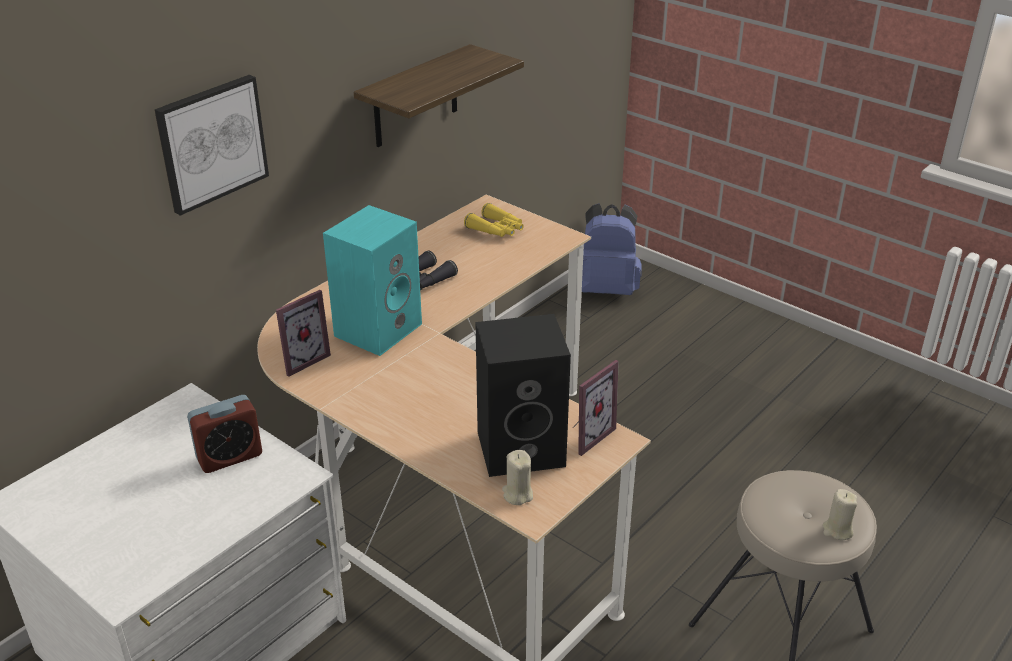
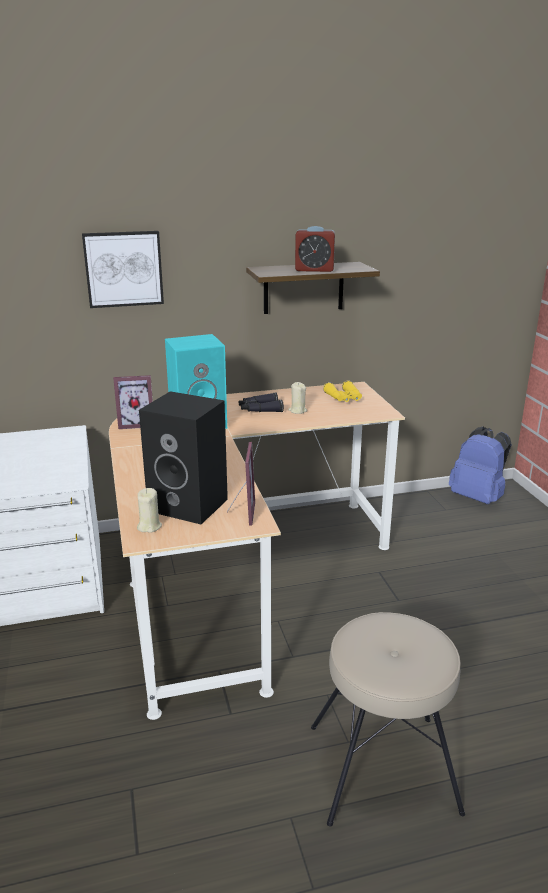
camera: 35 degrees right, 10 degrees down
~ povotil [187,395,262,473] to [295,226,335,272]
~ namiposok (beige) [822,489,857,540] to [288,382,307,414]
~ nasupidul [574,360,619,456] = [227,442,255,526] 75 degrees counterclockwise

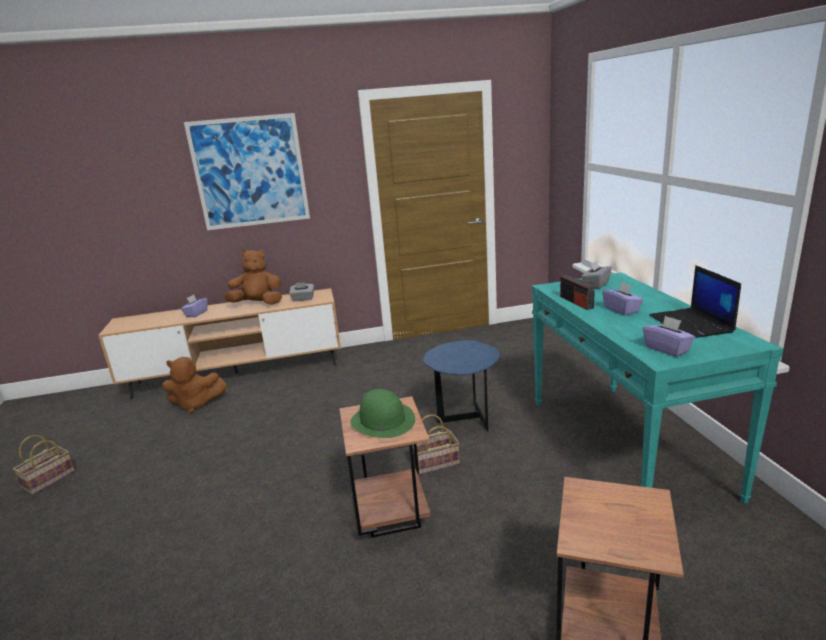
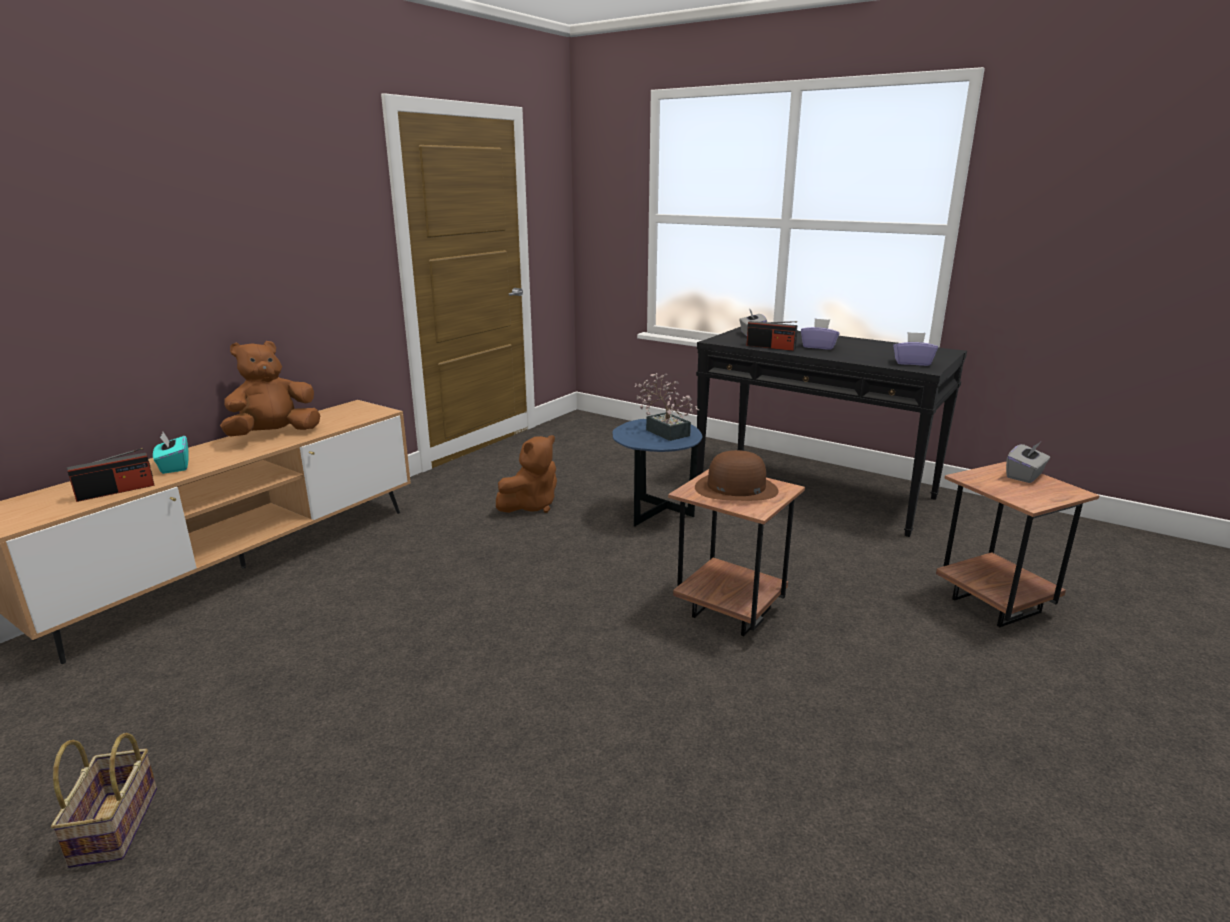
camera: 45 degrees left, 0 degrees up
- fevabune [184,113,310,230]
- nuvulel [413,414,460,475]
- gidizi [649,265,741,338]
+ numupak [67,448,155,502]
+ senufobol [634,373,699,441]
~ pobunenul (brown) [162,357,227,413] to [496,435,557,513]
~ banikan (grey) [289,282,314,301] to [1006,442,1050,483]
~ banikan (purple) [181,295,208,317] to banikan (turquoise) [153,432,189,474]
~ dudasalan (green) [350,389,415,438] to dudasalan (brown) [695,450,779,501]
~ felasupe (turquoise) [532,272,784,504] to felasupe (black) [696,327,967,537]

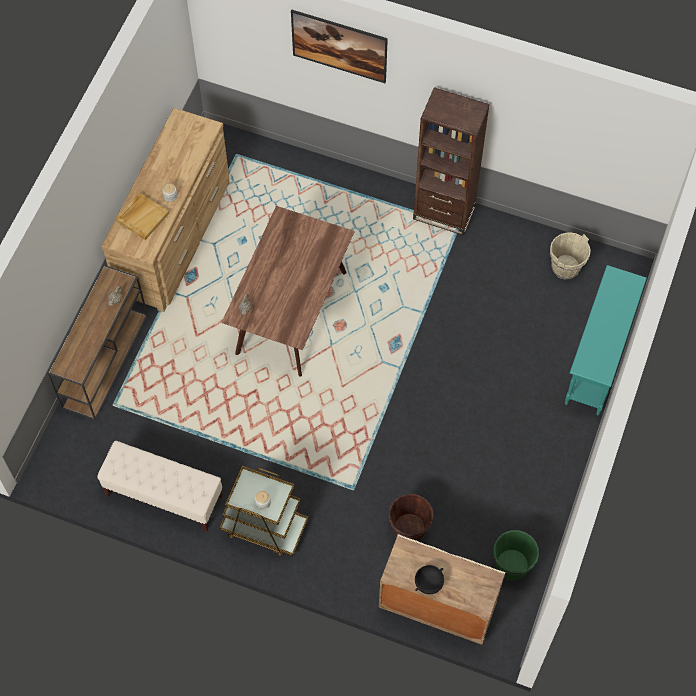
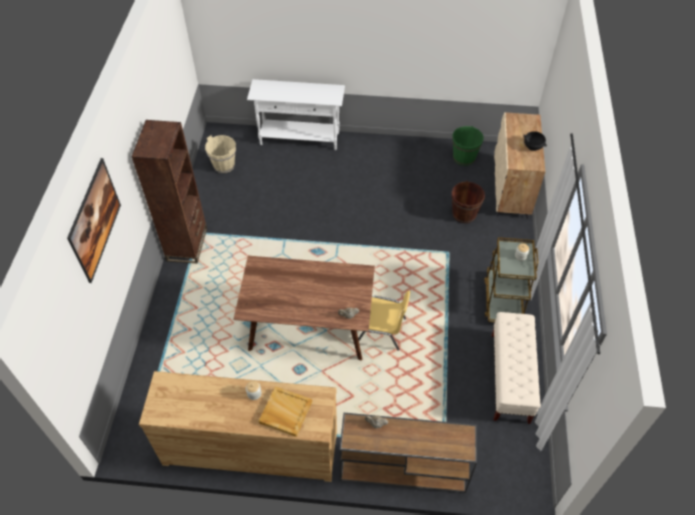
camera: 105 degrees left, 10 degrees down
+ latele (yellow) [358,291,411,351]
~ felasupe (turquoise) [565,265,647,415] to felasupe (white) [247,79,345,150]

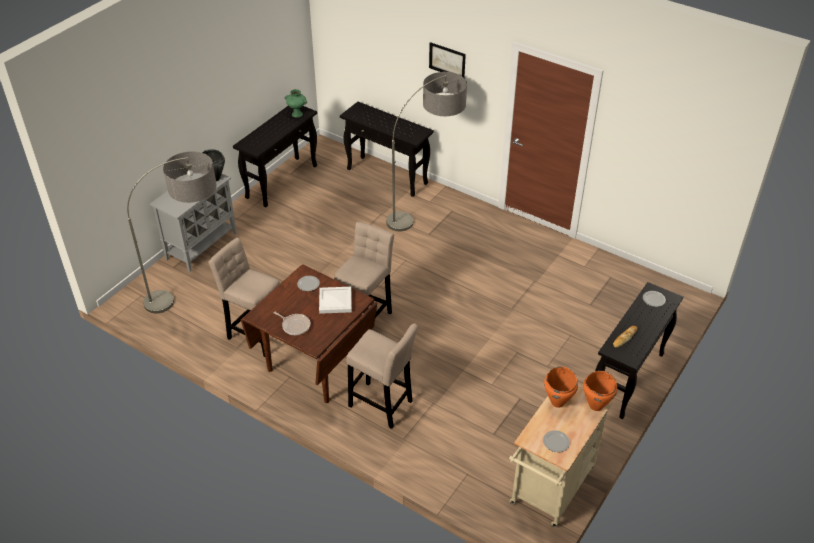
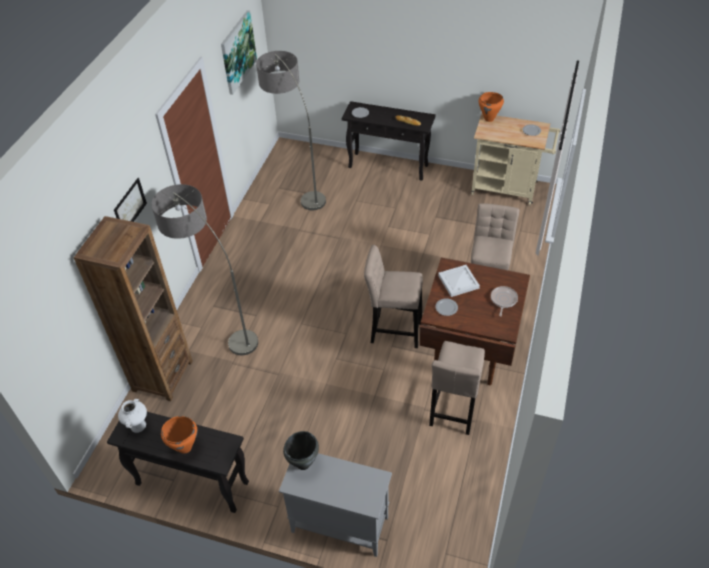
camera: 105 degrees left, 5 degrees up
+ fevabune [221,10,257,95]
~ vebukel [127,151,217,313] to [256,51,326,210]
~ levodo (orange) [544,367,578,408] to [161,416,197,454]
~ felasupe (black) [340,102,434,197] to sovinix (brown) [74,216,193,401]
~ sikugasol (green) [285,89,307,118] to sikugasol (white) [118,399,147,433]

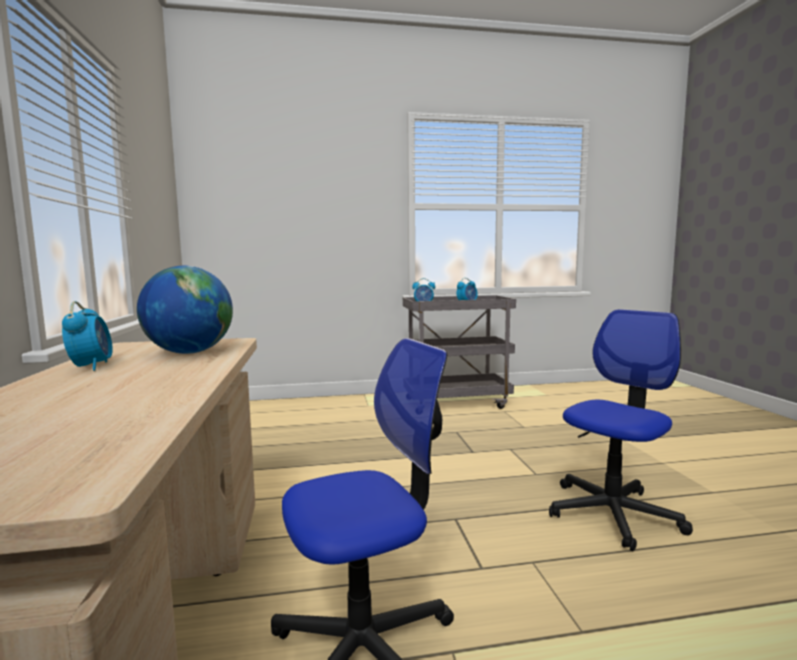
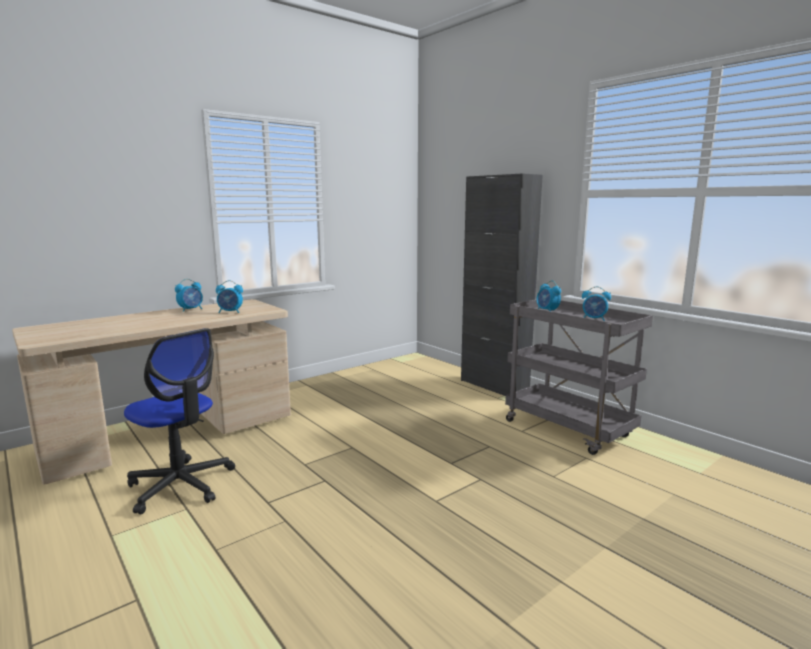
camera: 60 degrees right, 5 degrees up
- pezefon [549,309,693,551]
+ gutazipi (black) [461,173,543,396]
~ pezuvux [137,265,233,354] to povotil [216,280,243,313]

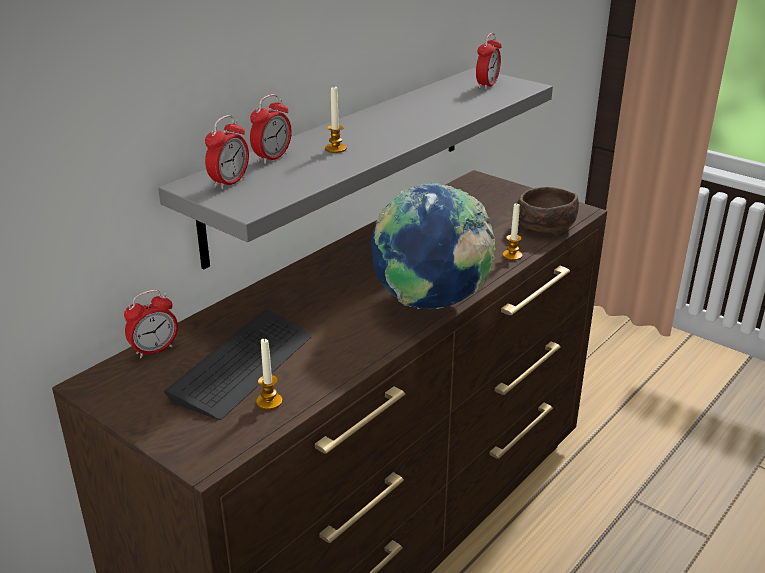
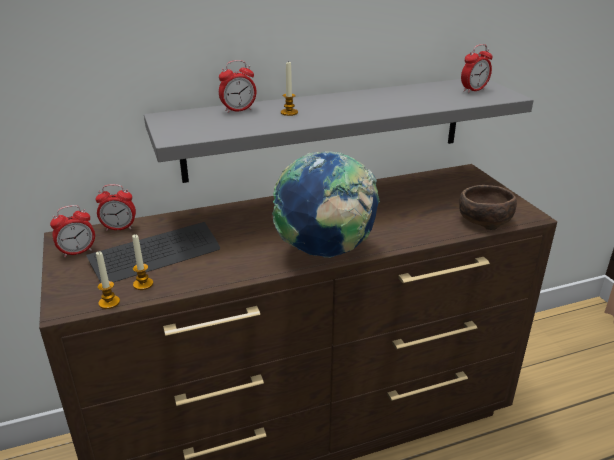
camera: 30 degrees right, 0 degrees up
~ povotil [205,115,249,190] to [50,205,95,257]
~ namiposok [503,203,522,261] to [96,251,120,309]

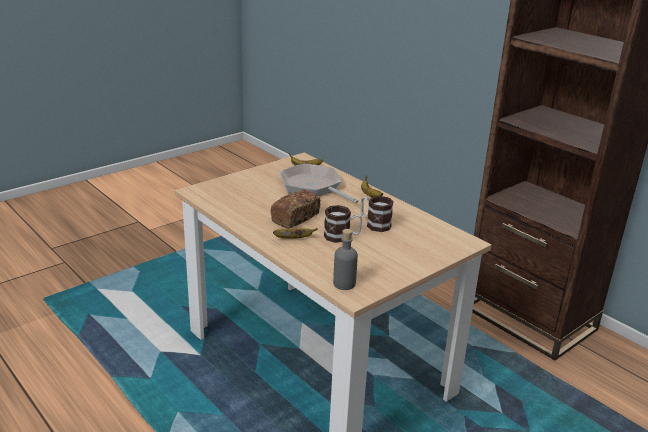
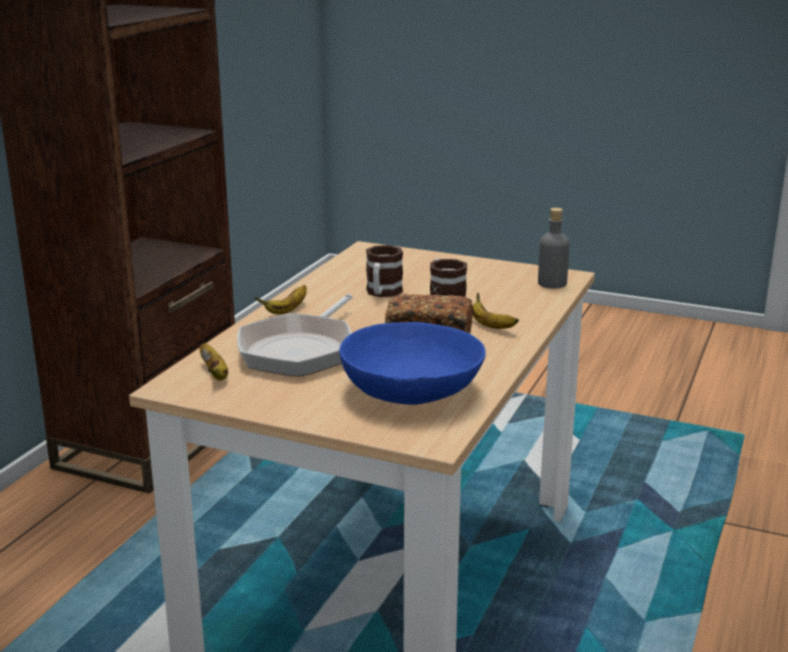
camera: 115 degrees left, 5 degrees down
+ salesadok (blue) [339,322,486,405]

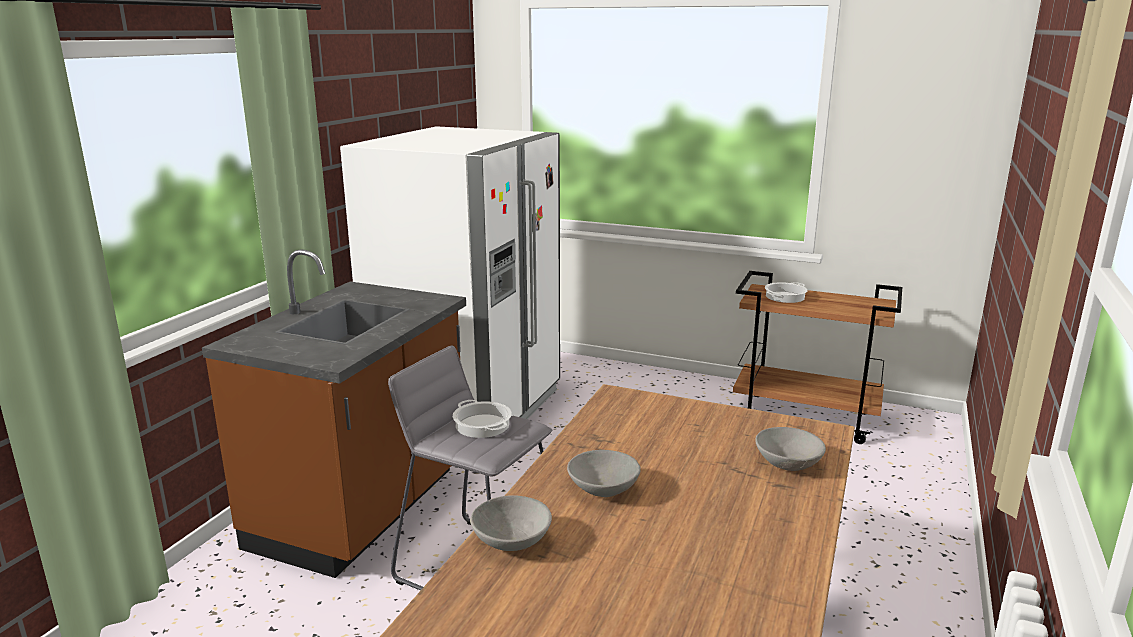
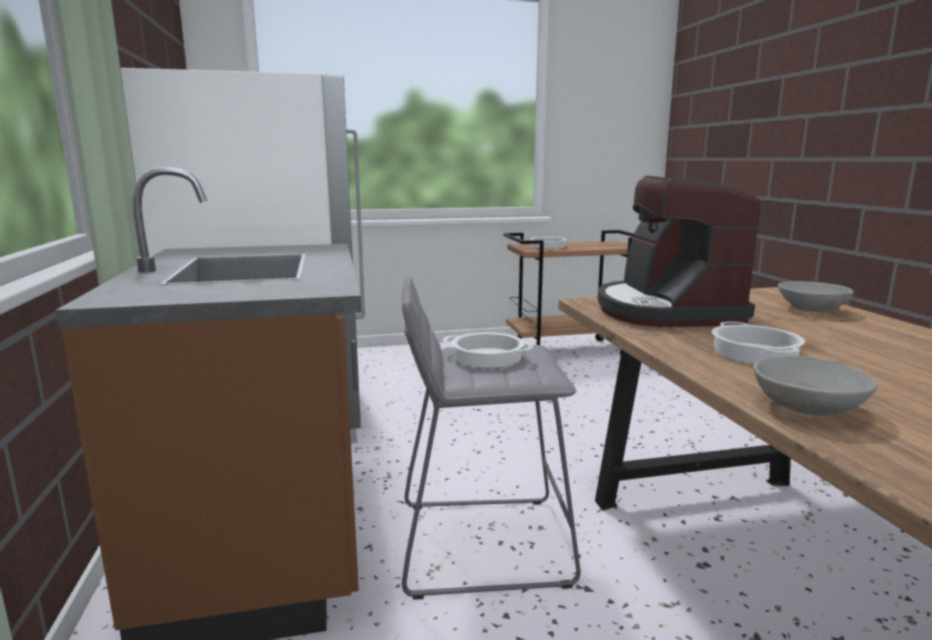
camera: 35 degrees left, 5 degrees down
+ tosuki [598,176,761,327]
~ salesadok (grey) [567,450,641,497] to levodo [712,322,805,364]

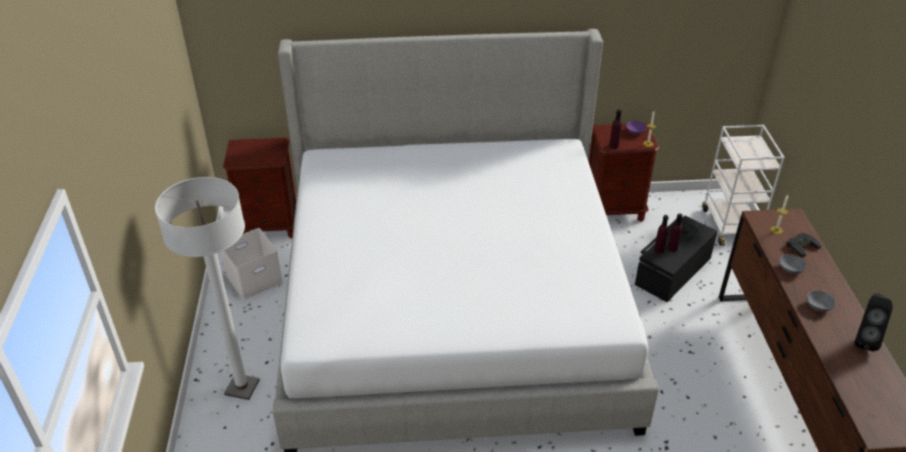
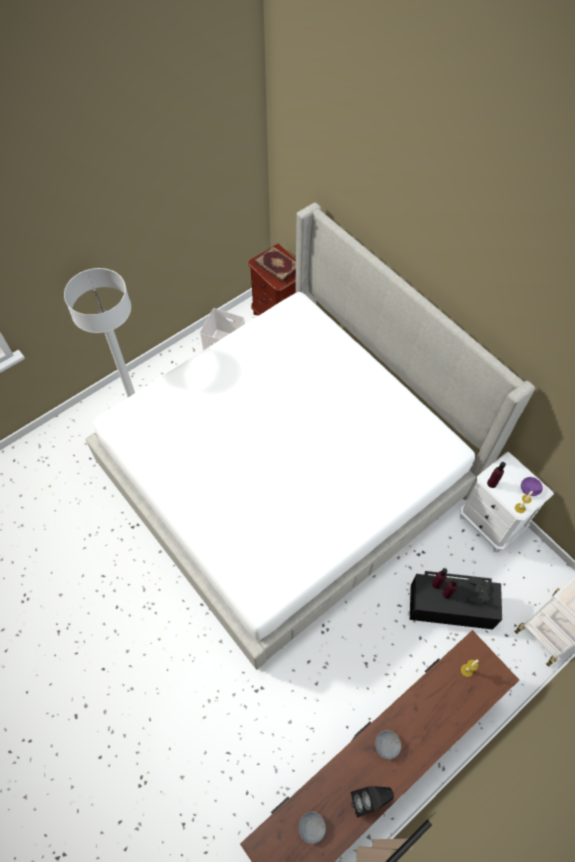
camera: 55 degrees right, 20 degrees up
- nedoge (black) [787,233,821,257]
+ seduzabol [255,246,296,283]
~ salesadok (grey) [779,254,806,274] to [299,811,326,844]
~ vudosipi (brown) [589,123,660,222] to vudosipi (white) [460,452,554,552]

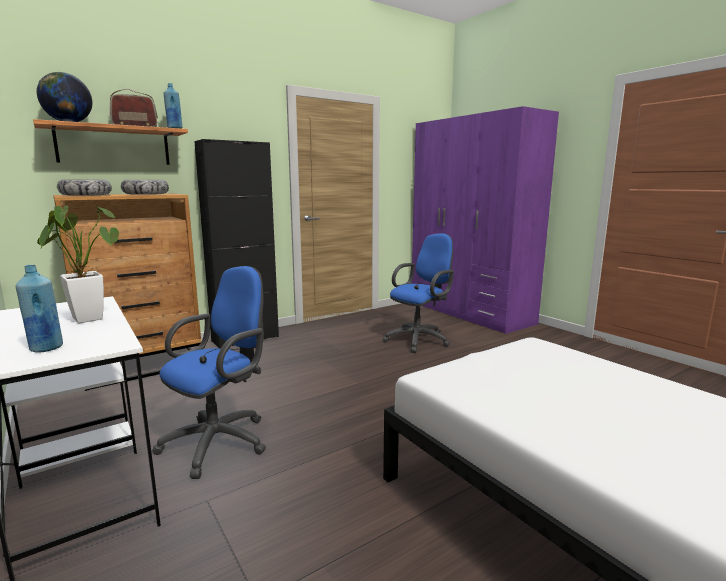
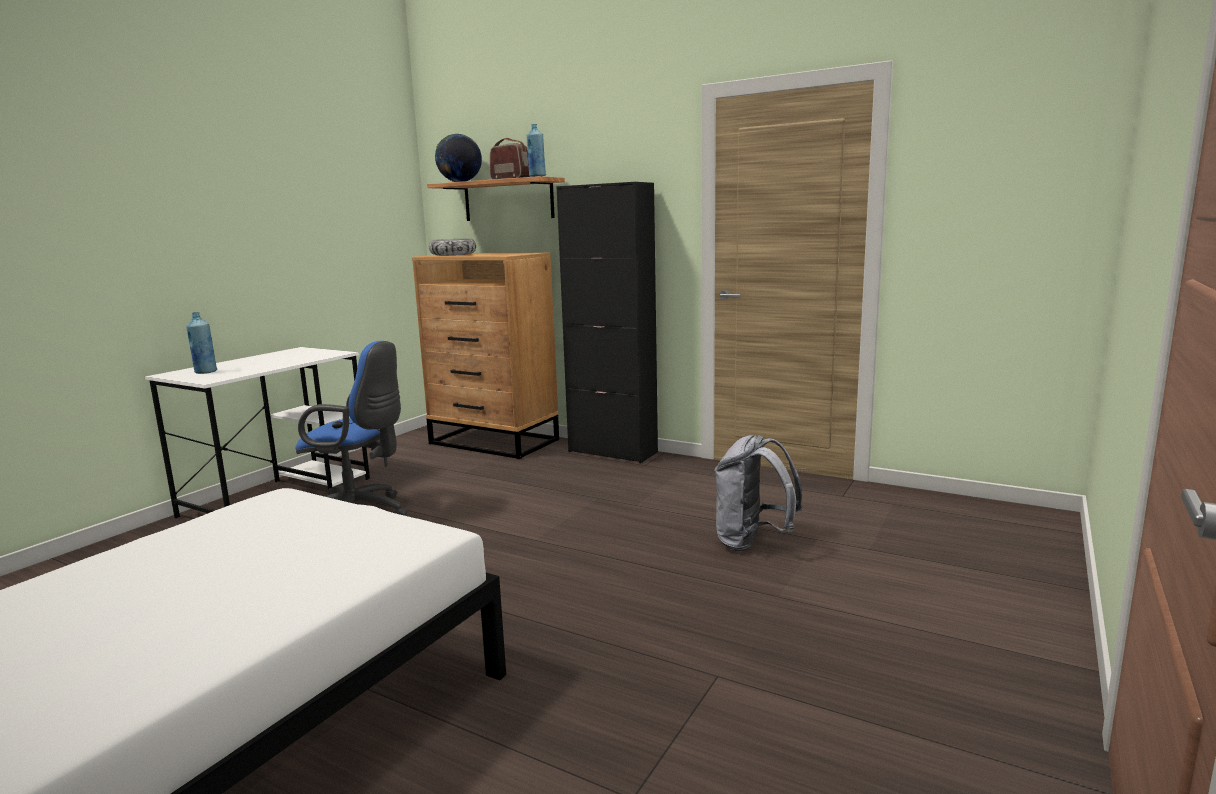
camera: 65 degrees right, 0 degrees up
- senufobol [37,203,119,323]
- salesadok [121,180,169,195]
- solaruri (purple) [412,106,559,334]
~ pezefon (blue) [383,233,454,353] to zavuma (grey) [714,435,802,552]

